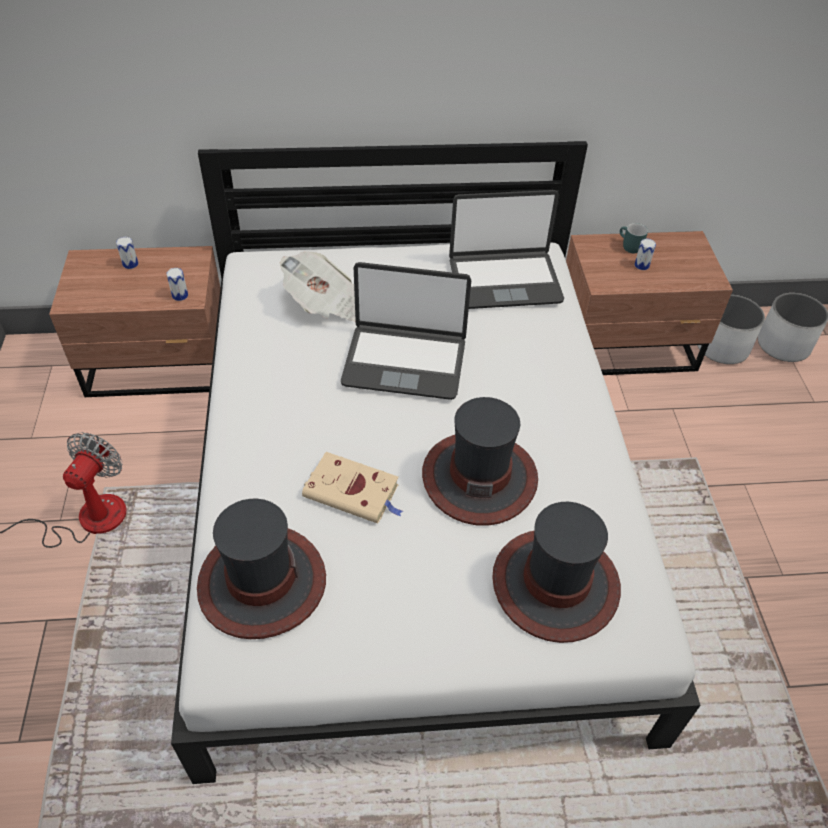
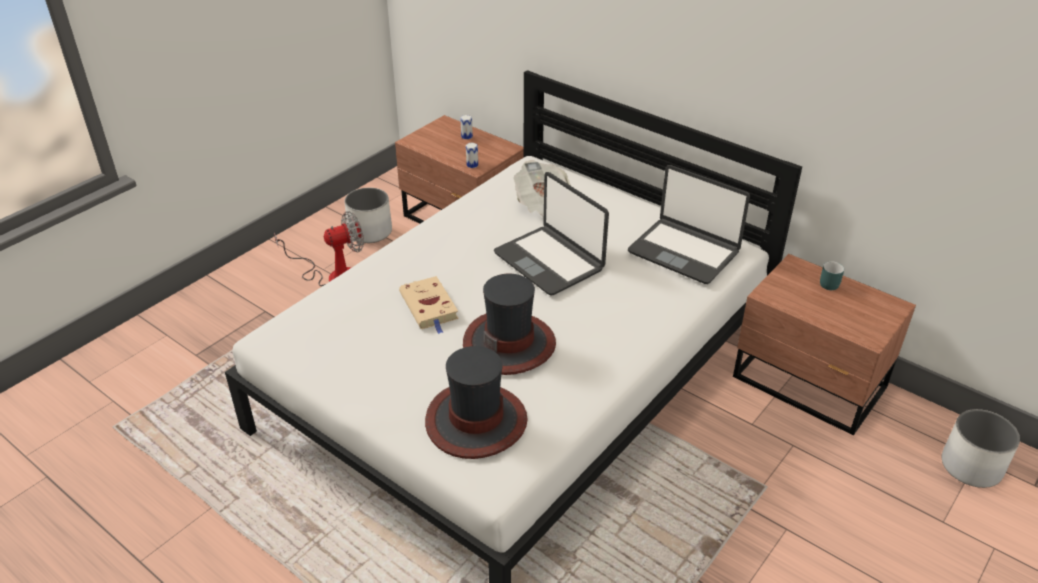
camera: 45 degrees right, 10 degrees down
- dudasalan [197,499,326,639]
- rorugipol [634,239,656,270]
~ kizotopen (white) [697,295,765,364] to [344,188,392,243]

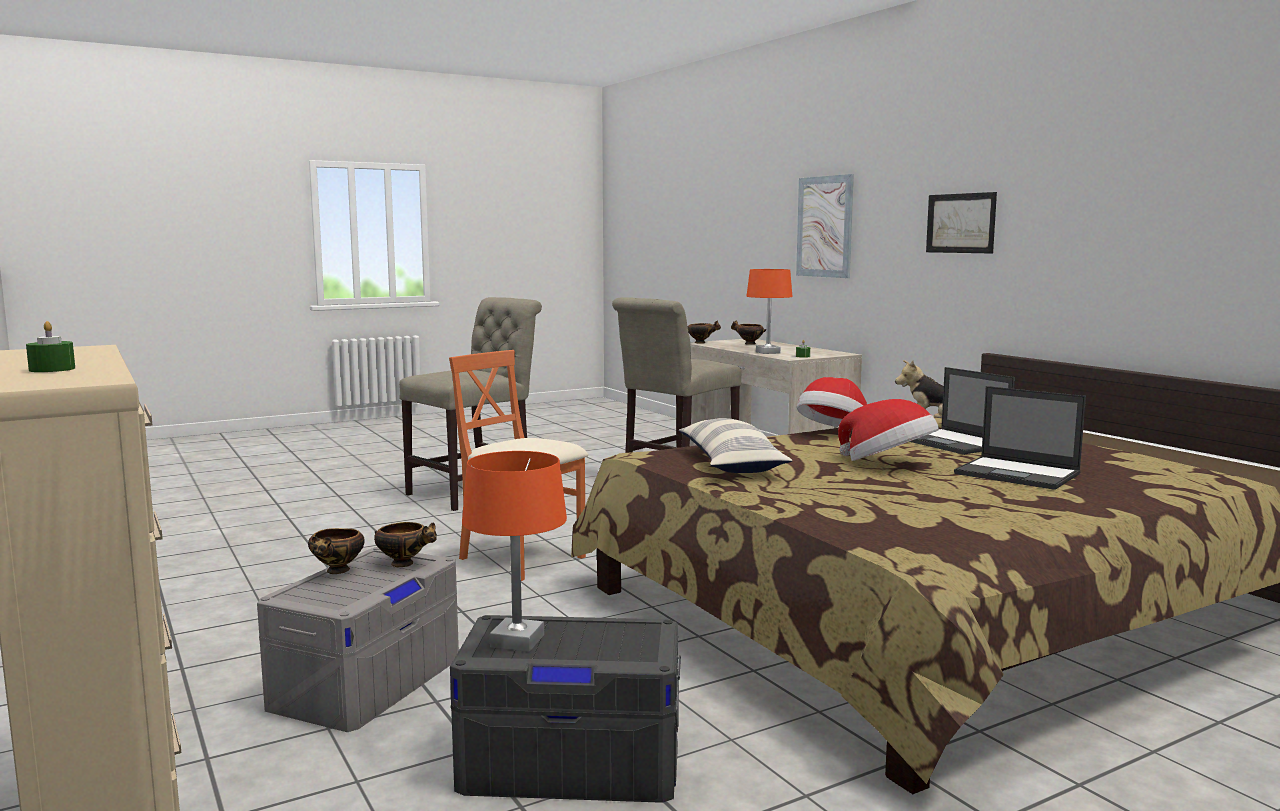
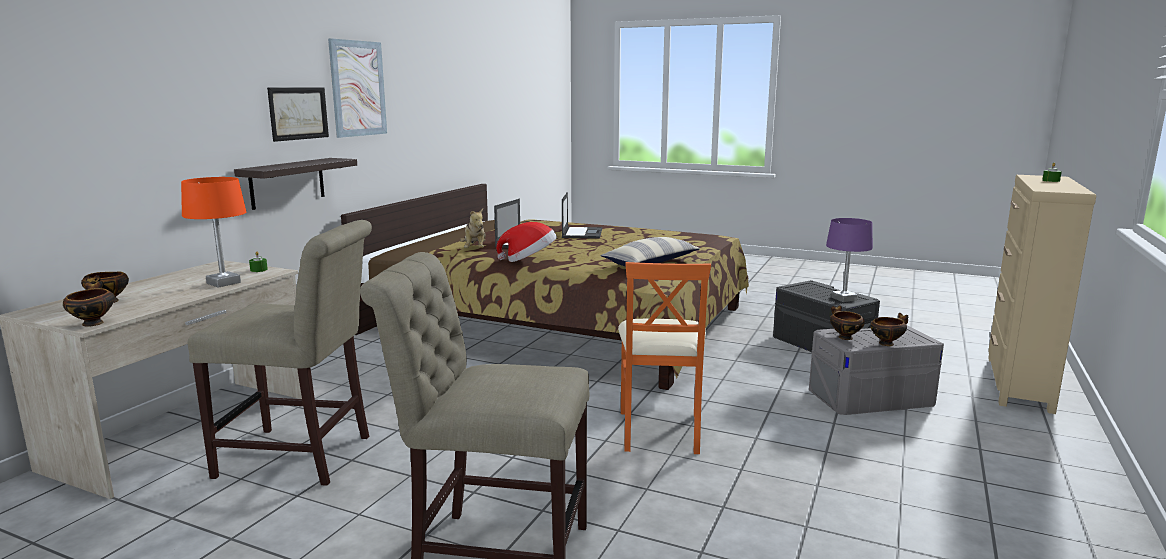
camera: 125 degrees left, 5 degrees up
- dudasalan [838,399,939,461]
+ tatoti [234,158,357,210]
~ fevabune [796,174,854,278] to [328,38,387,138]
~ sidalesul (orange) [462,451,567,652] to sidalesul (purple) [826,218,873,302]

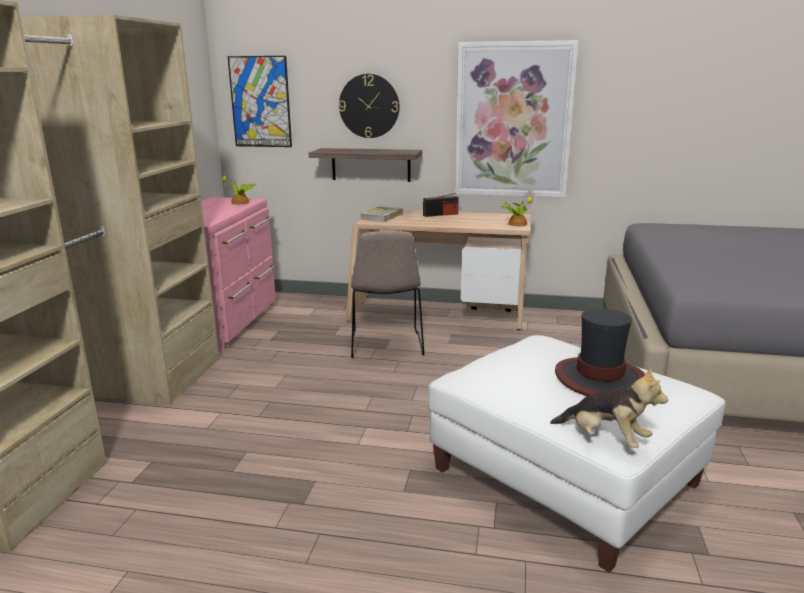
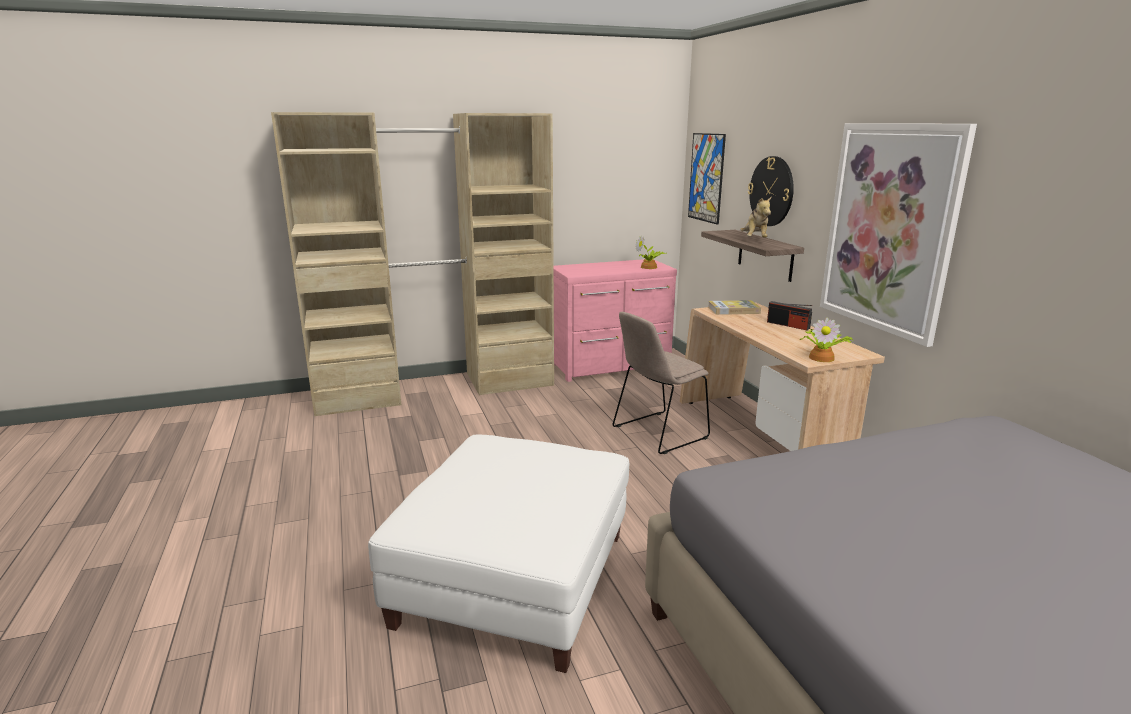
camera: 60 degrees right, 0 degrees up
- dudasalan [555,308,645,396]
~ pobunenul [550,367,668,448] to [740,196,772,238]

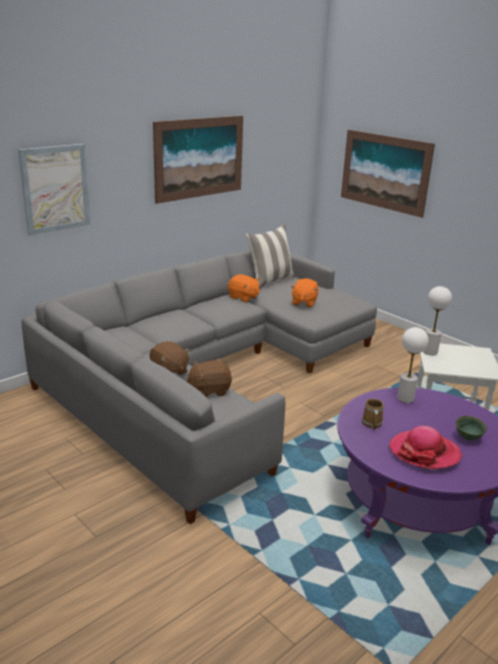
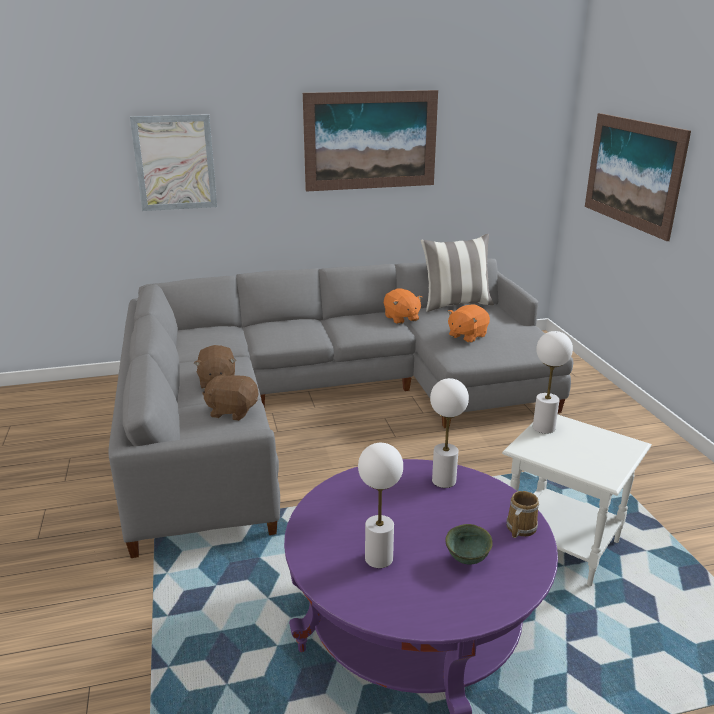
camera: 30 degrees right, 0 degrees up
~ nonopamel [362,399,384,430] to [507,491,539,538]
~ dudasalan [389,426,462,470] to sidalesul (white) [358,443,403,568]

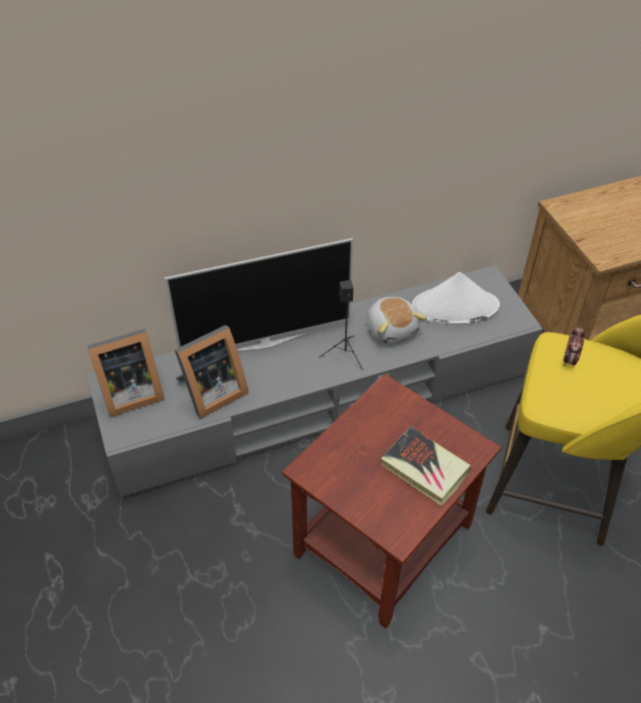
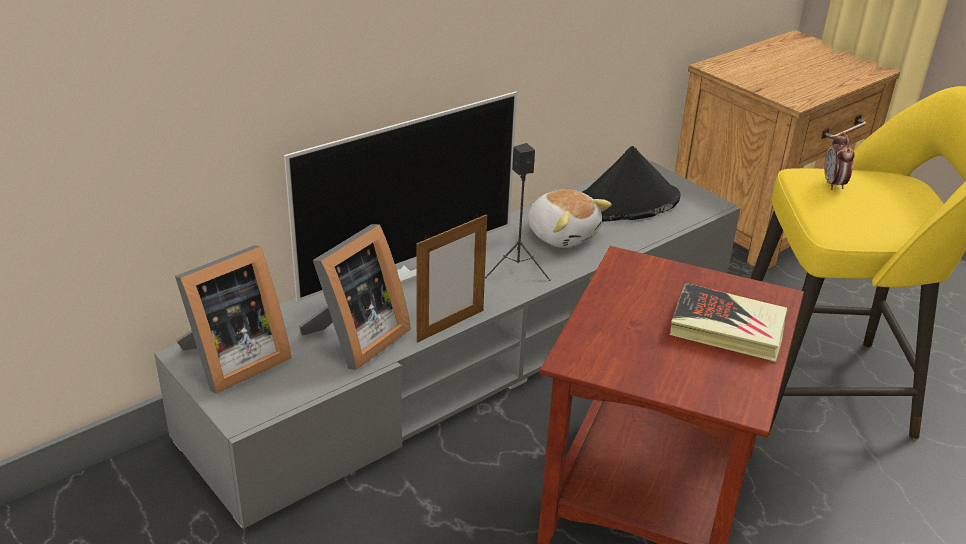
camera: 20 degrees left, 15 degrees down
+ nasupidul [416,214,487,343]
~ dudasalan (white) [412,272,500,325] to dudasalan (black) [582,146,680,222]

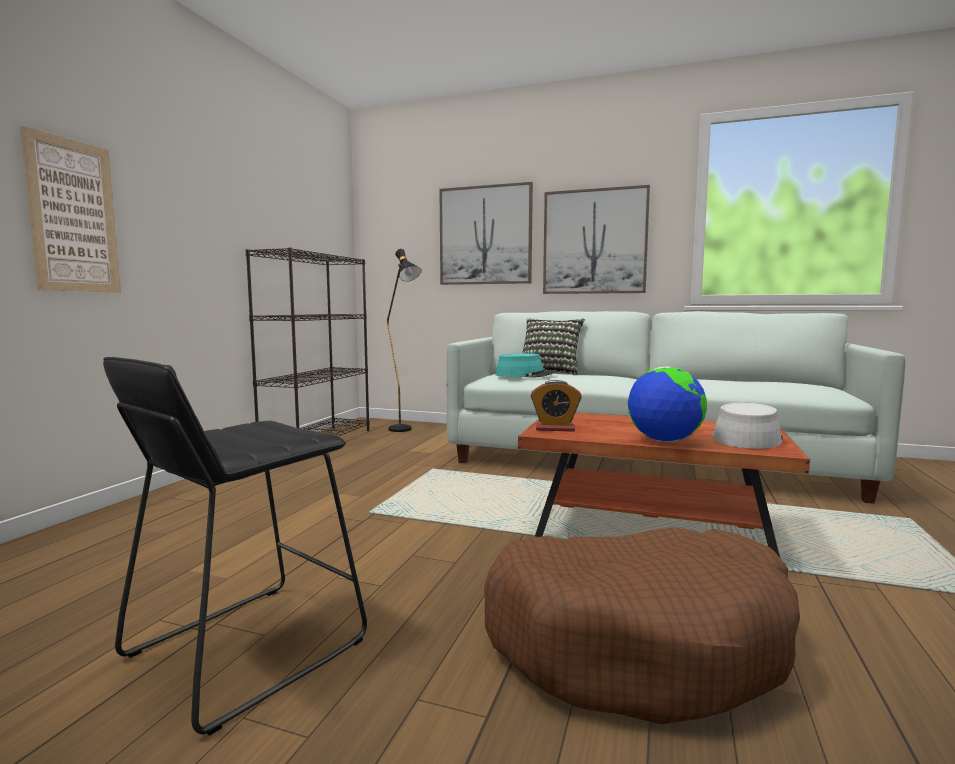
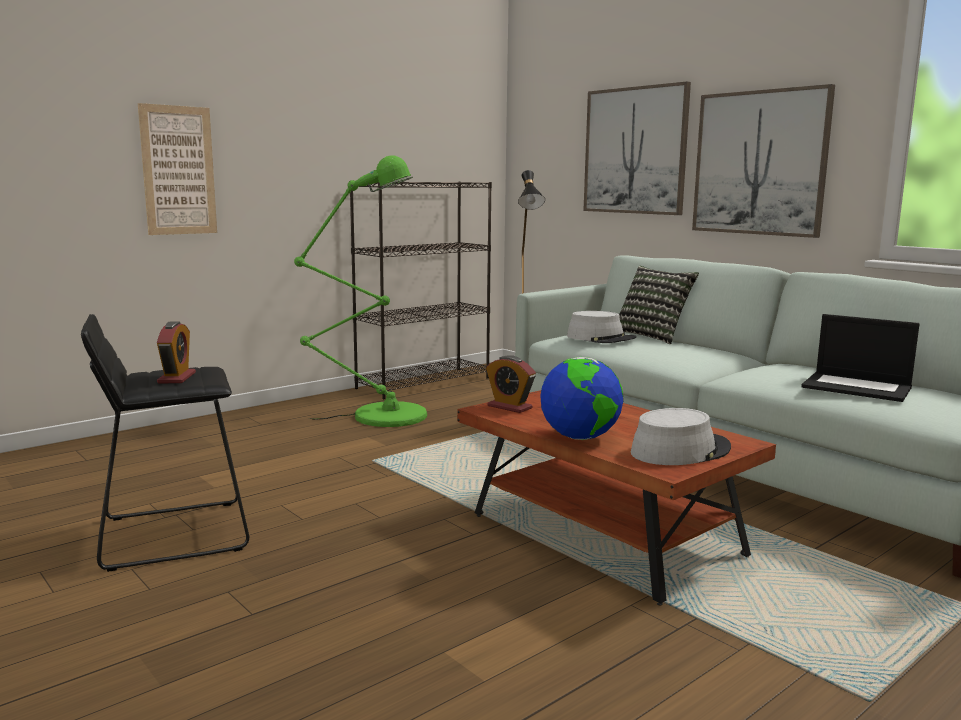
camera: 30 degrees right, 5 degrees up
- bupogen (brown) [484,527,800,724]
+ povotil [157,322,196,383]
+ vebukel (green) [294,155,427,427]
+ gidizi [801,314,919,402]
~ dudasalan (turquoise) [496,353,556,377] to dudasalan (grey) [567,311,637,343]

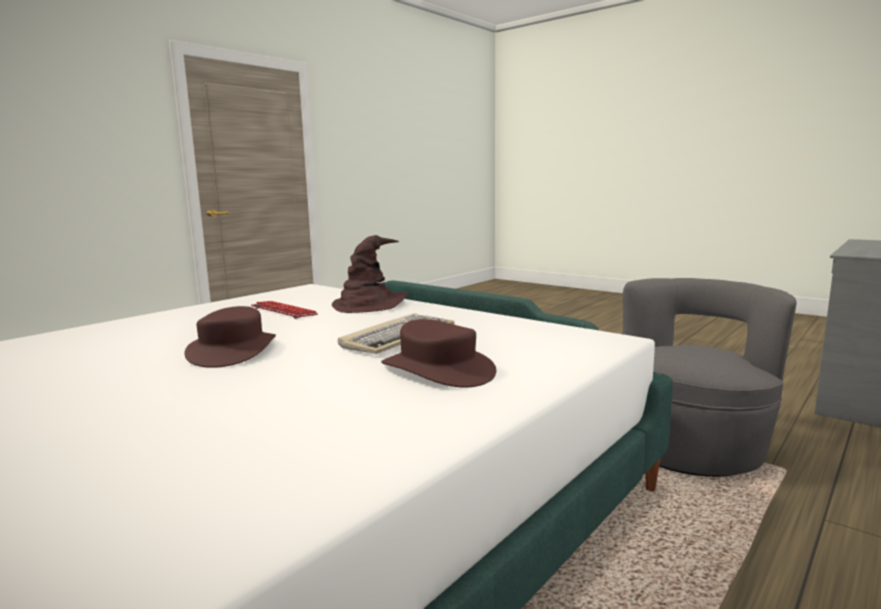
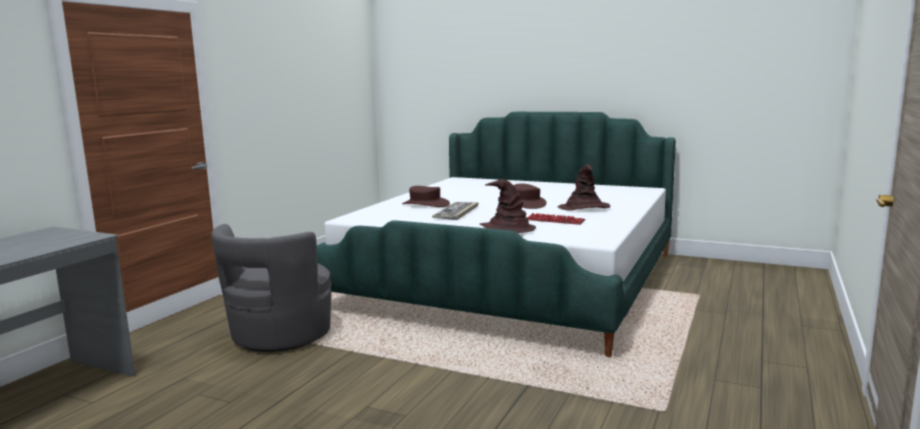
camera: 165 degrees right, 0 degrees up
+ dudasalan (brown) [557,164,611,211]

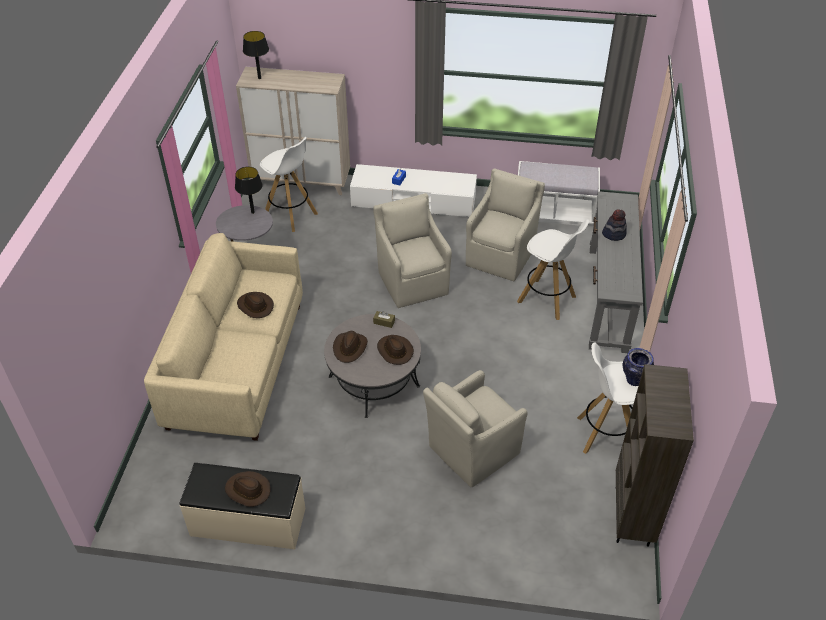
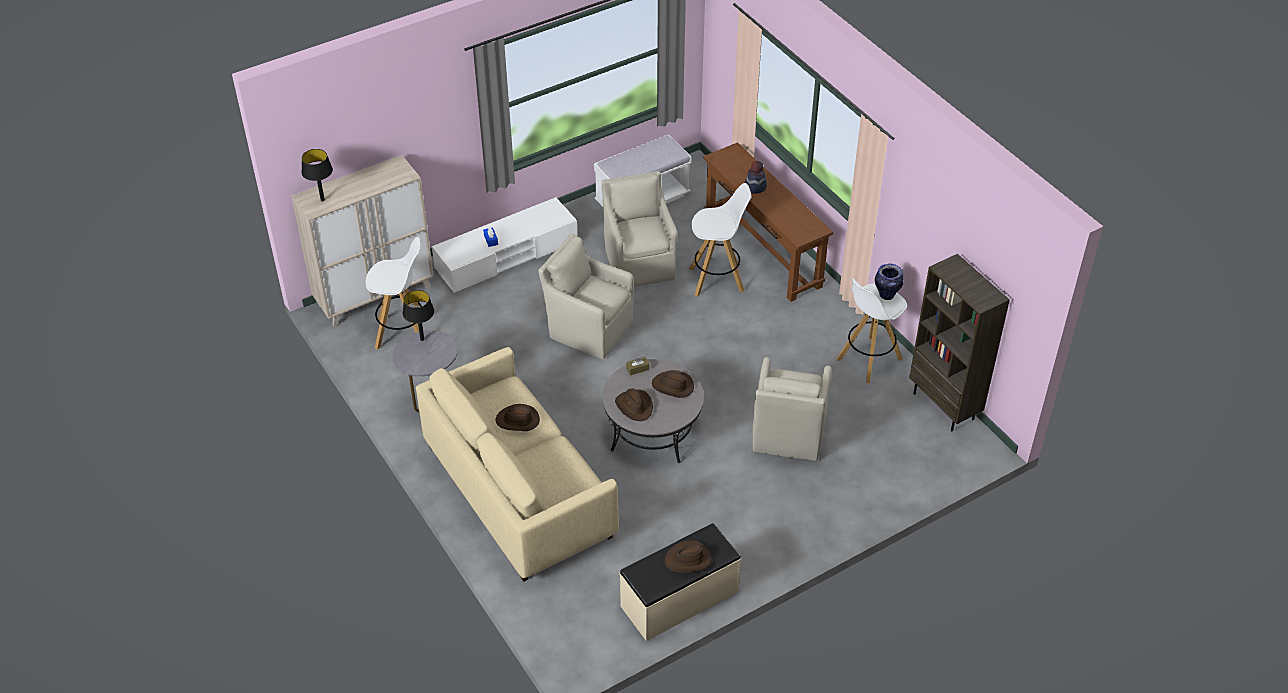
camera: 40 degrees left, 0 degrees up
~ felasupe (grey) [589,191,643,353] to felasupe (brown) [704,142,833,302]

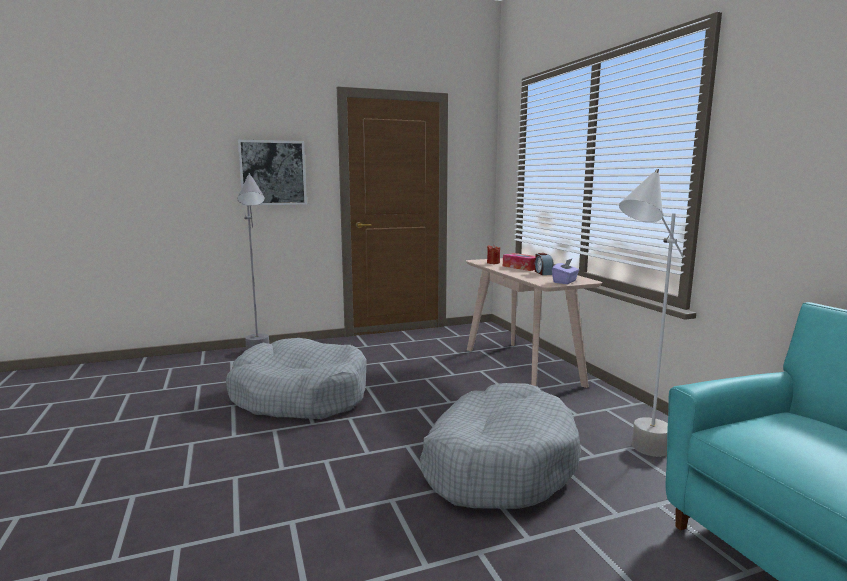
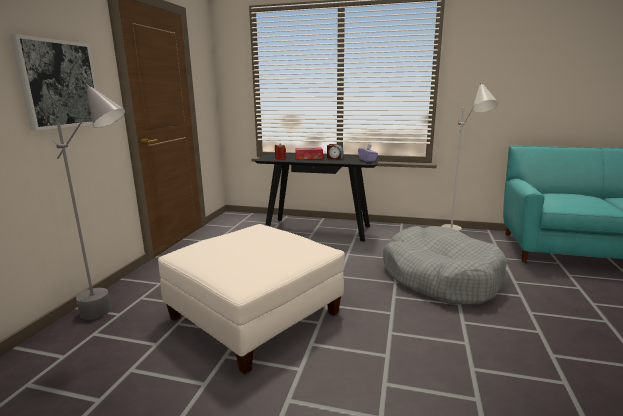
camera: 55 degrees left, 5 degrees up
~ bupogen (grey) [226,338,367,419] to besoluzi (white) [158,224,345,374]
~ felasupe (beige) [466,258,602,388] to felasupe (black) [254,154,380,242]

